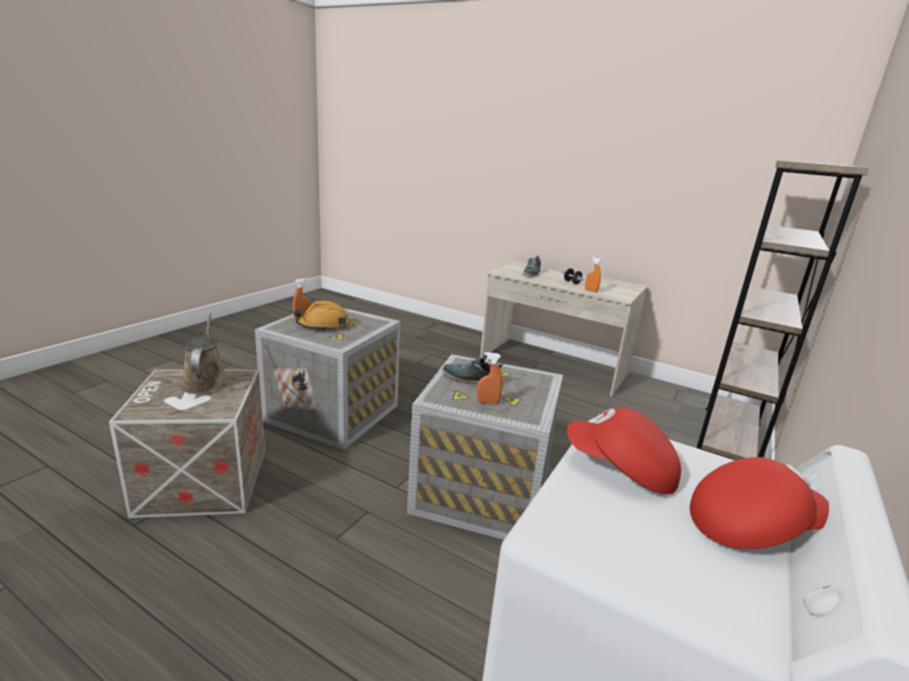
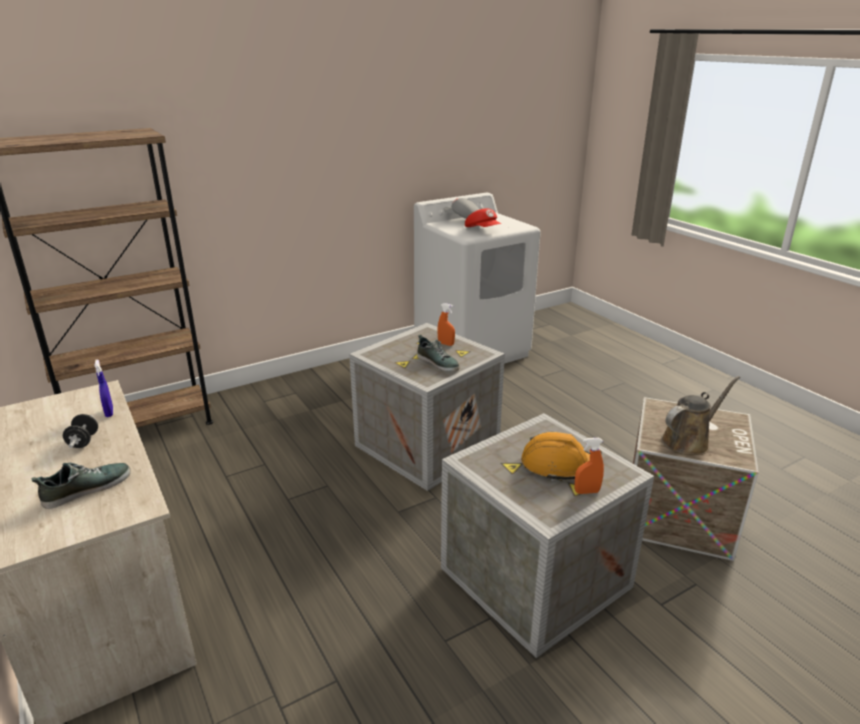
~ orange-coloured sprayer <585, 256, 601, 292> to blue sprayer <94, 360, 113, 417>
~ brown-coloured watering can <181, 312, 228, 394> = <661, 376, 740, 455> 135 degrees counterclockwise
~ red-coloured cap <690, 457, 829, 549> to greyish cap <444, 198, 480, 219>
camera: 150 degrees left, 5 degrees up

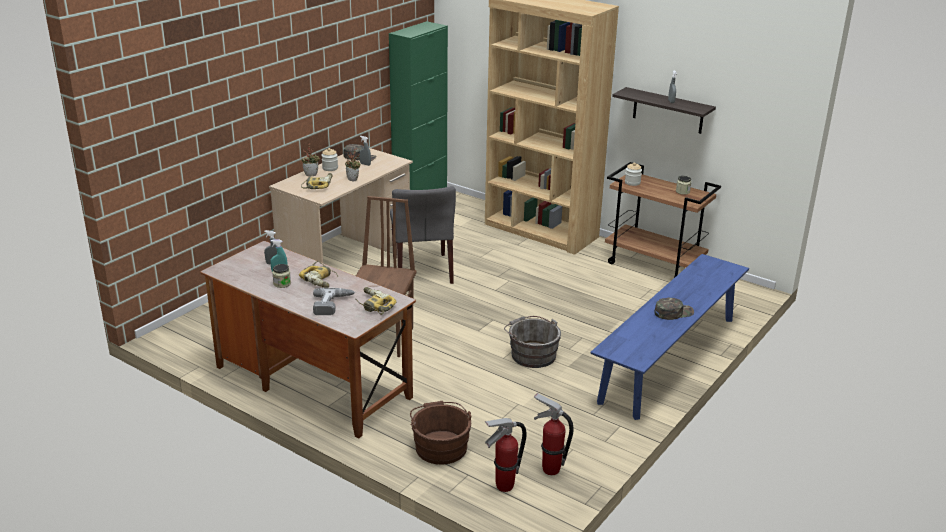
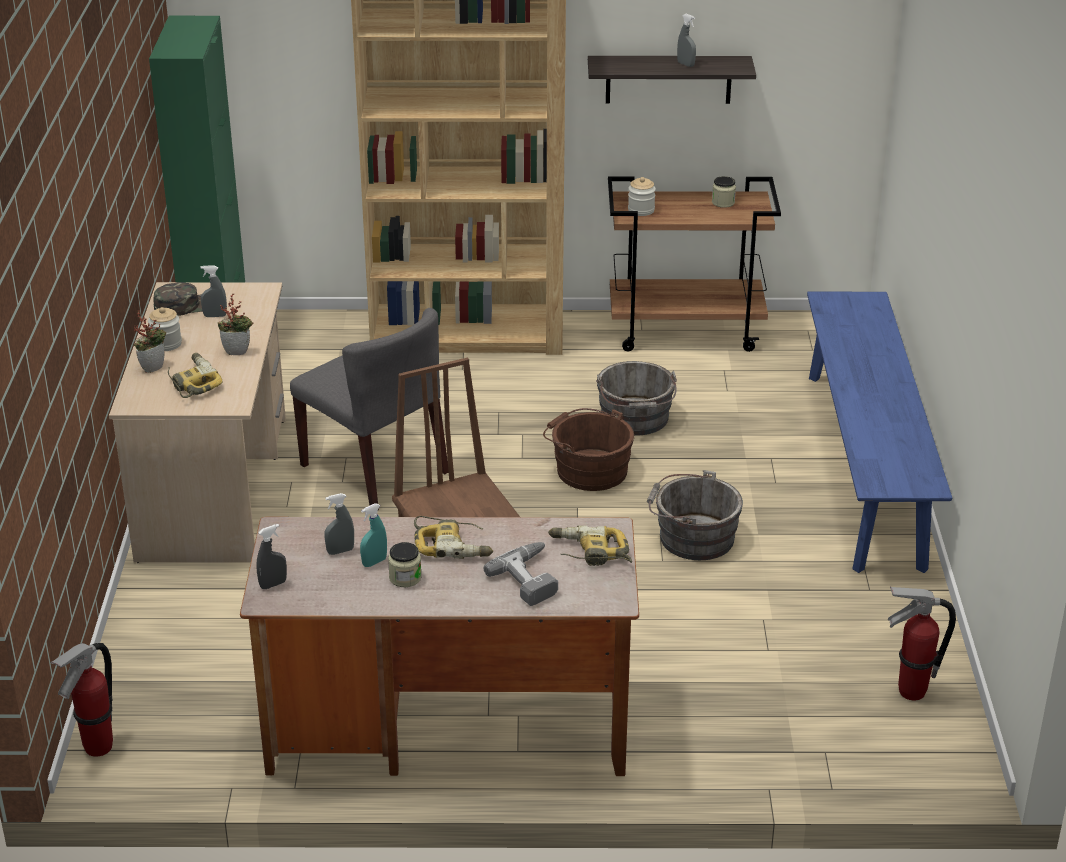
- green cap <655, 298, 694, 320>
~ brown-coloured water bucket <410, 401, 472, 465> to <543, 408, 634, 491>
~ fire extinguisher <484, 418, 527, 492> to <50, 643, 113, 757>
+ greyish water bucket <596, 361, 677, 435>
+ greyish sprayer <256, 524, 287, 589>
camera: 35 degrees left, 5 degrees up

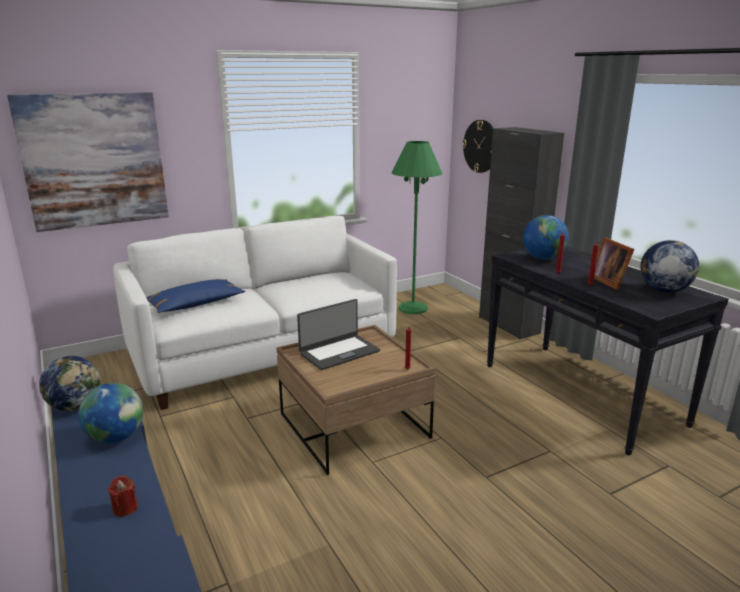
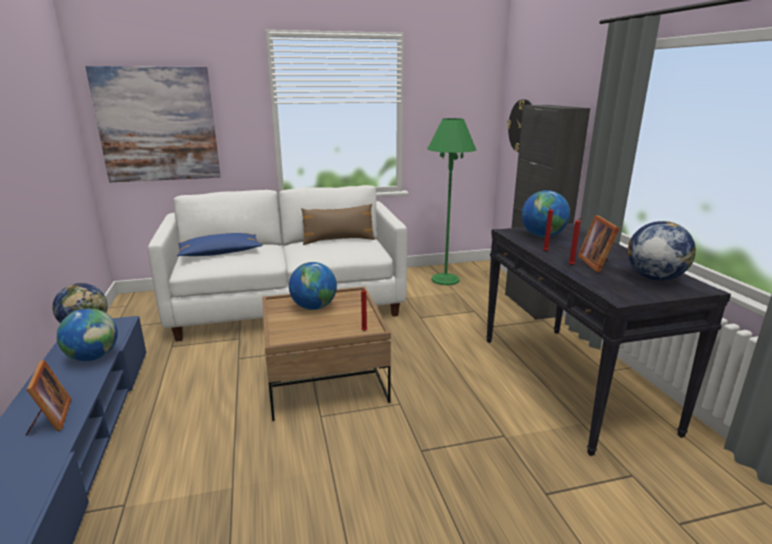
~ laptop <297, 299, 380, 370> to world globe <289, 262, 337, 310>
~ red-coloured wax candle <108, 475, 138, 517> to photo frame <25, 360, 71, 436>
+ brown-coloured pillow <301, 204, 375, 245>
camera: 15 degrees right, 0 degrees up

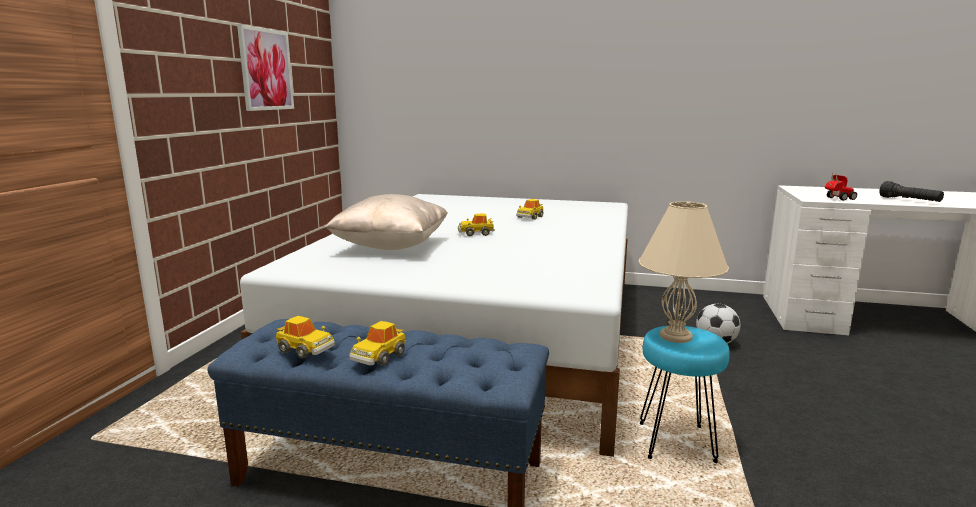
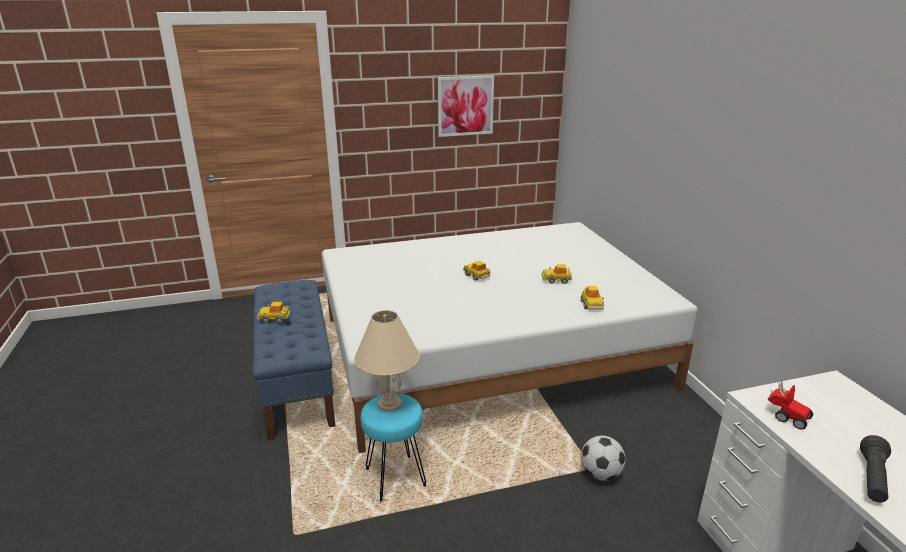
- beige-coloured pillow <324, 194, 448, 250>
~ miniature car <276, 316, 335, 358> to <581, 286, 604, 310>
camera: 60 degrees right, 10 degrees up

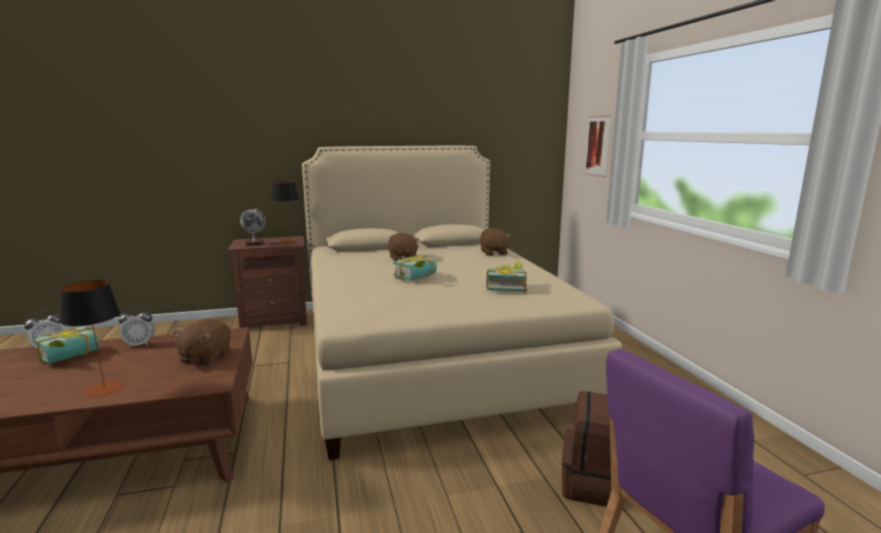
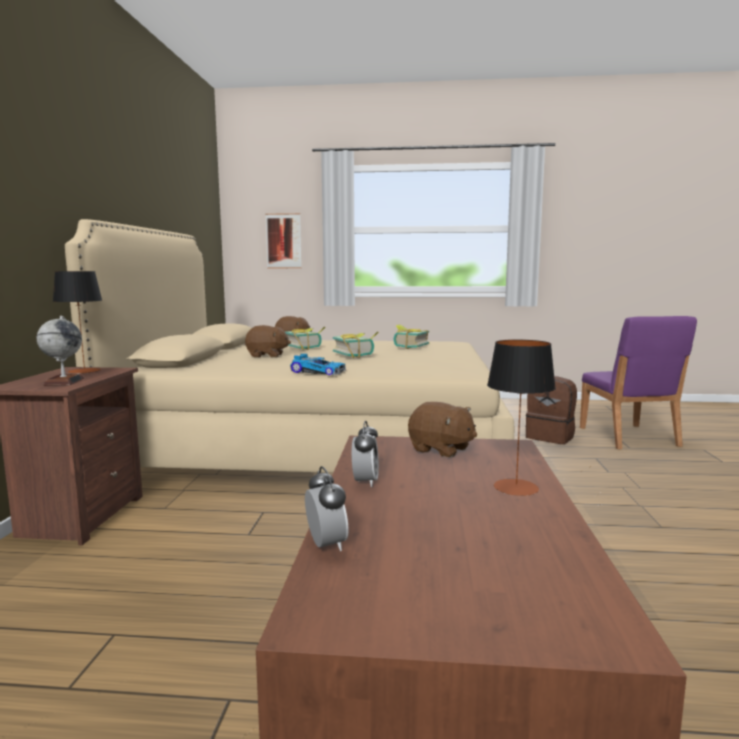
~ bound book <34, 326, 99, 364> to <285, 327, 325, 350>
+ miniature car <290, 354, 346, 375>
camera: 70 degrees left, 5 degrees down

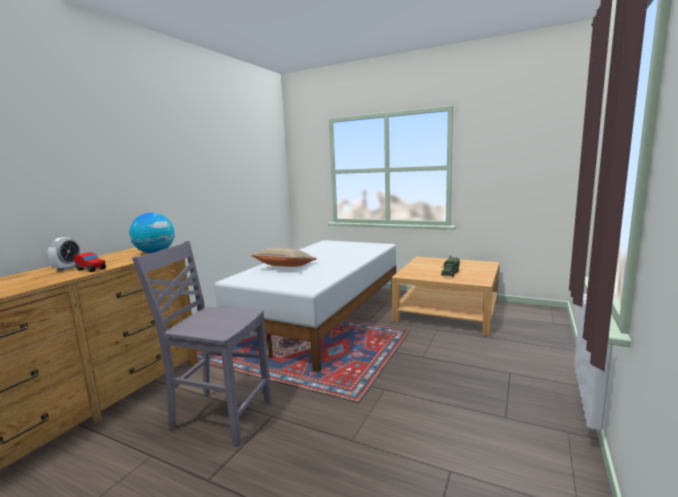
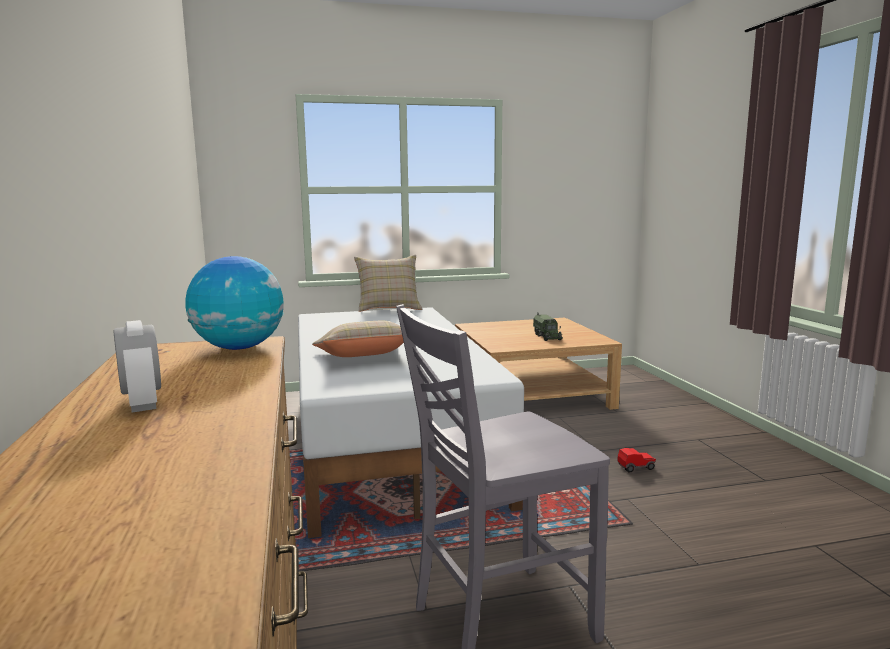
~ miniature car <74, 253, 106, 272> to <617, 448, 656, 473>
+ beige-coloured pillow <354, 255, 423, 312>
camera: 40 degrees left, 0 degrees up

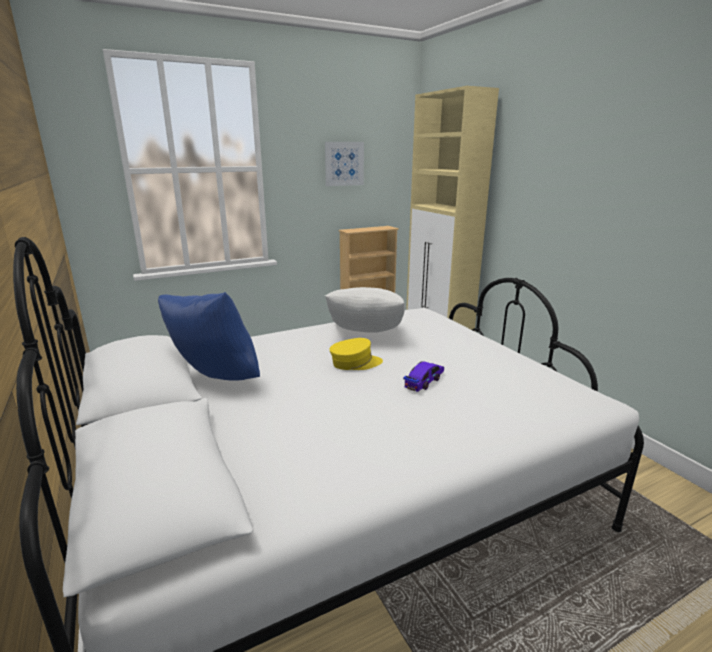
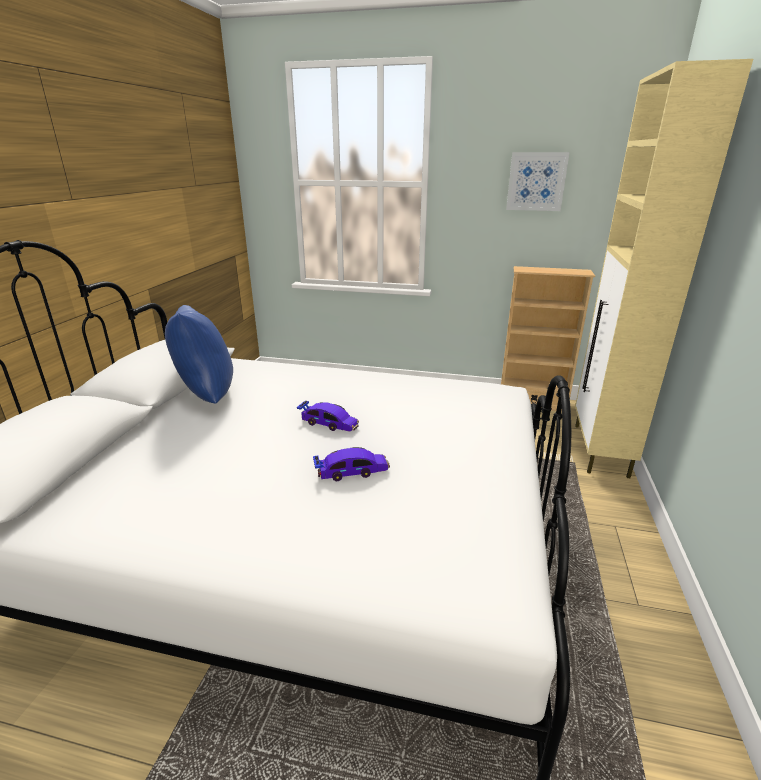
- whitish pillow <325, 287, 405, 333>
~ yellowish cap <329, 338, 383, 370> to miniature car <297, 401, 359, 432>
camera: 40 degrees right, 5 degrees up

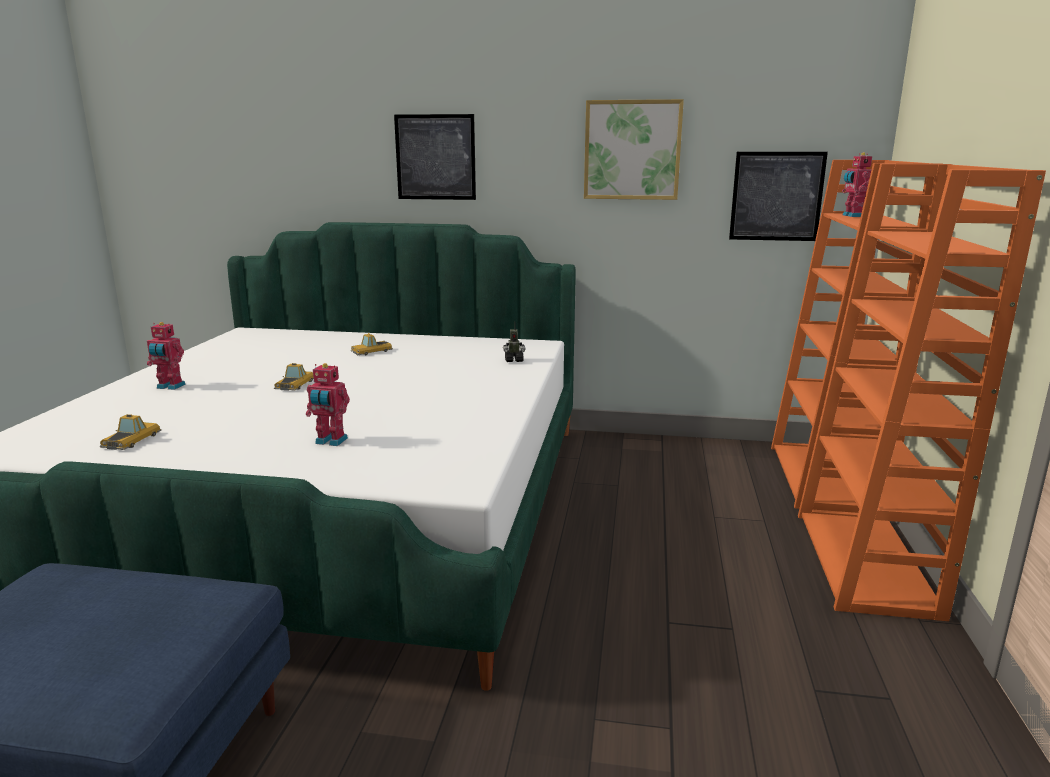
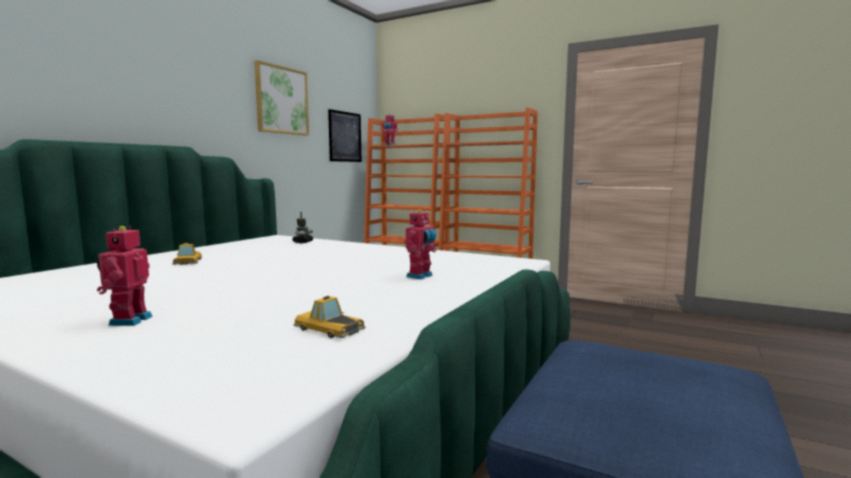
- wall art <394, 114, 476, 200>
~ model robot <147, 322, 186, 390> = <97, 226, 153, 326> 150 degrees clockwise
- miniature car <274, 363, 314, 391>
camera: 70 degrees left, 10 degrees down

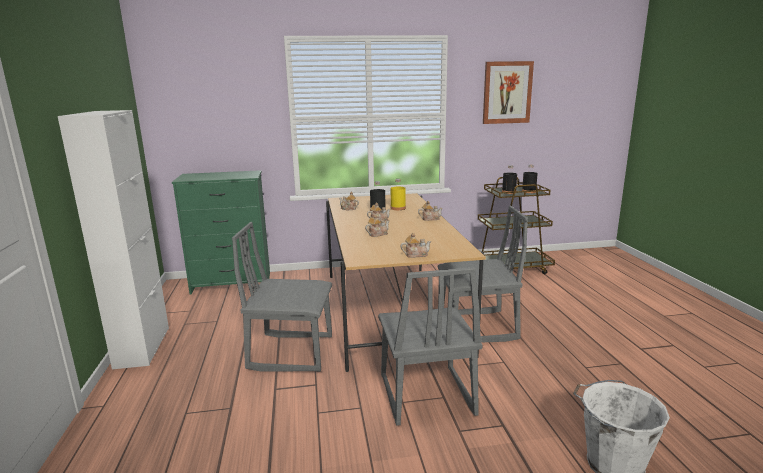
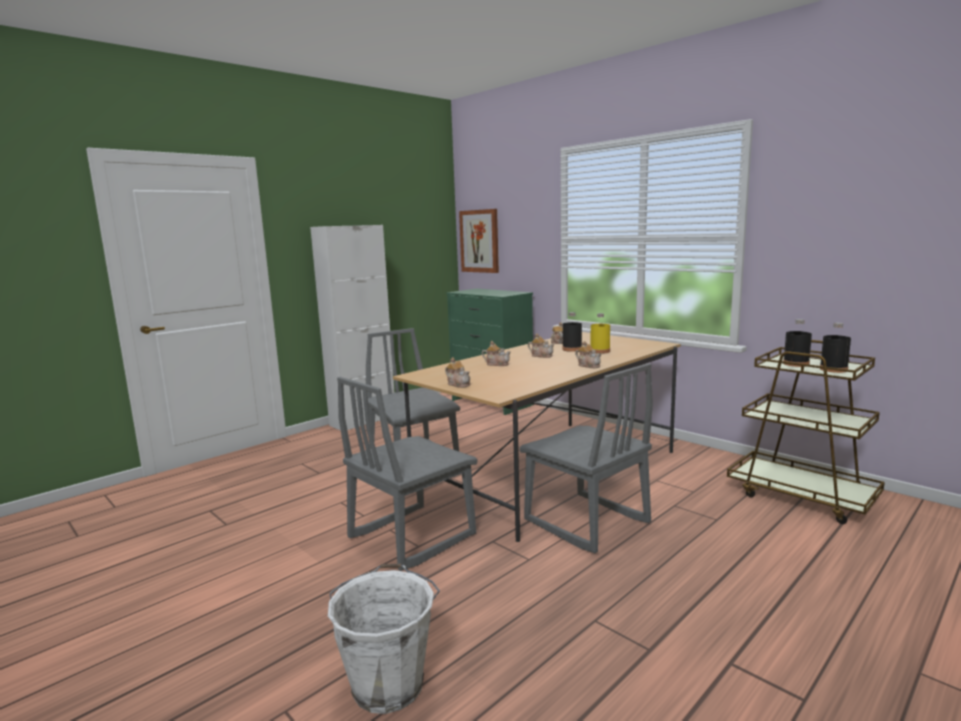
~ wall art <483, 61, 534, 124> to <459, 209, 499, 273>
camera: 55 degrees right, 5 degrees down

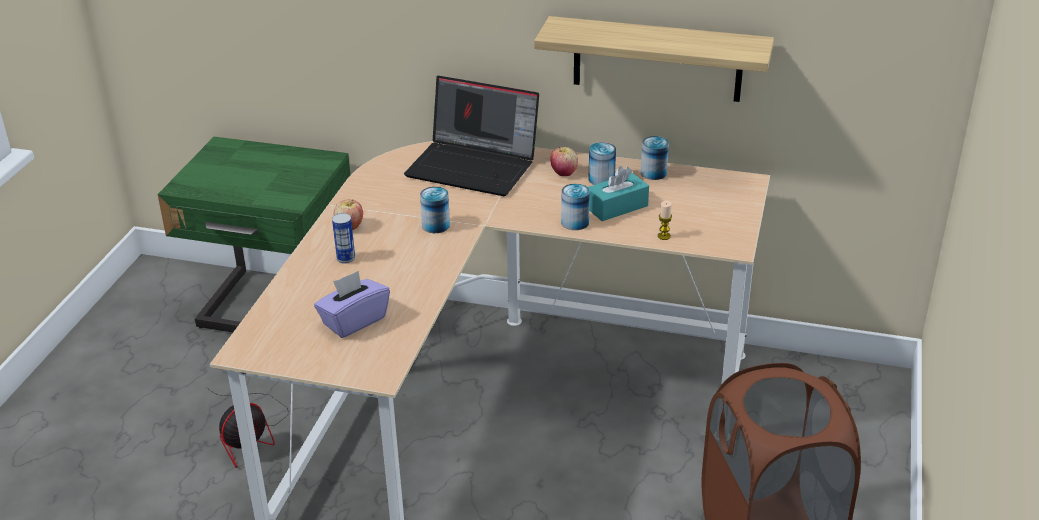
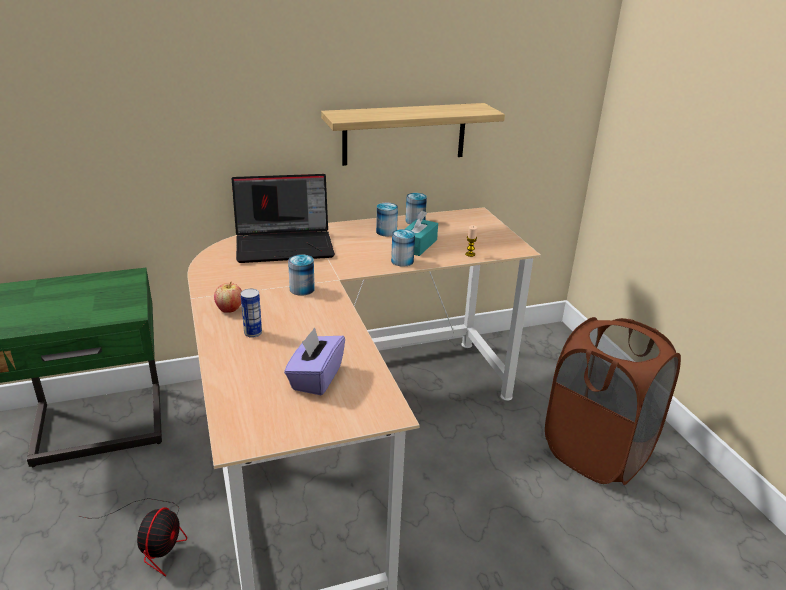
- whole apple <550, 146, 578, 176>
camera: 35 degrees left, 5 degrees down

